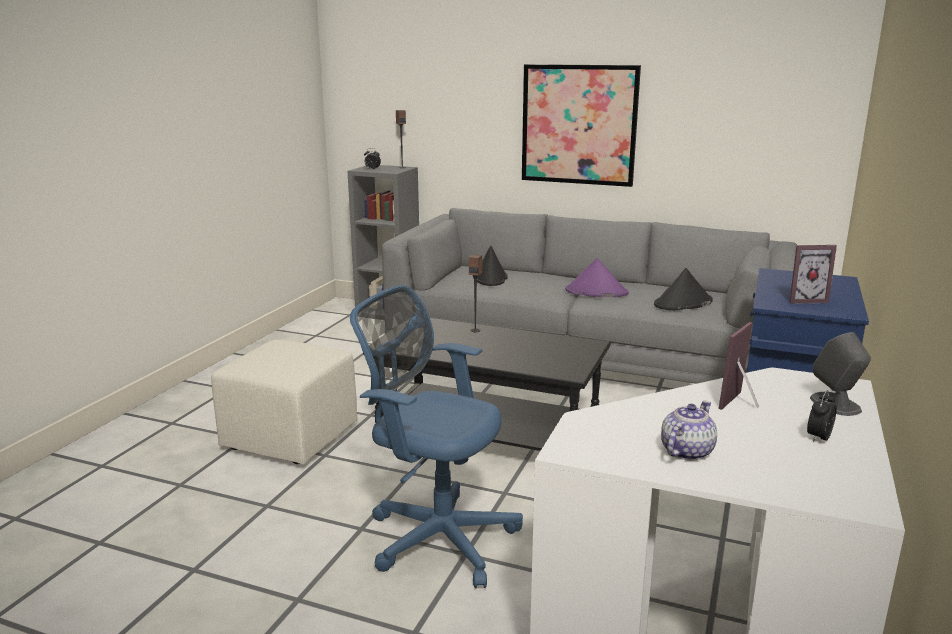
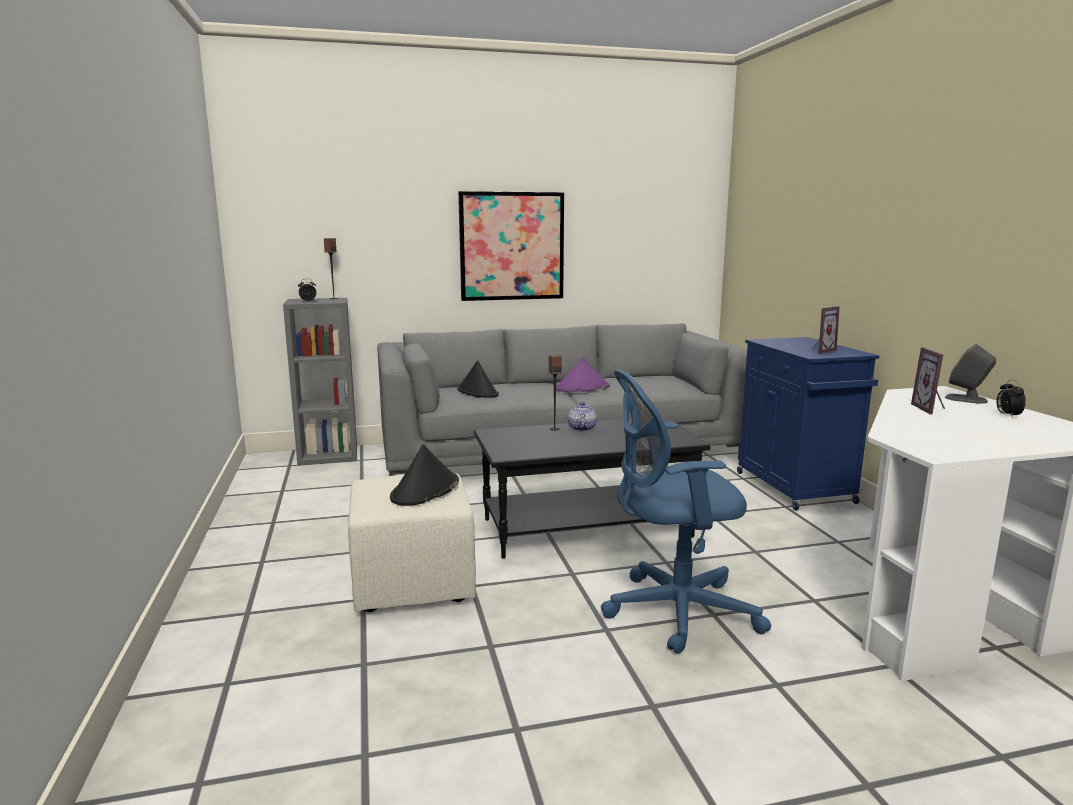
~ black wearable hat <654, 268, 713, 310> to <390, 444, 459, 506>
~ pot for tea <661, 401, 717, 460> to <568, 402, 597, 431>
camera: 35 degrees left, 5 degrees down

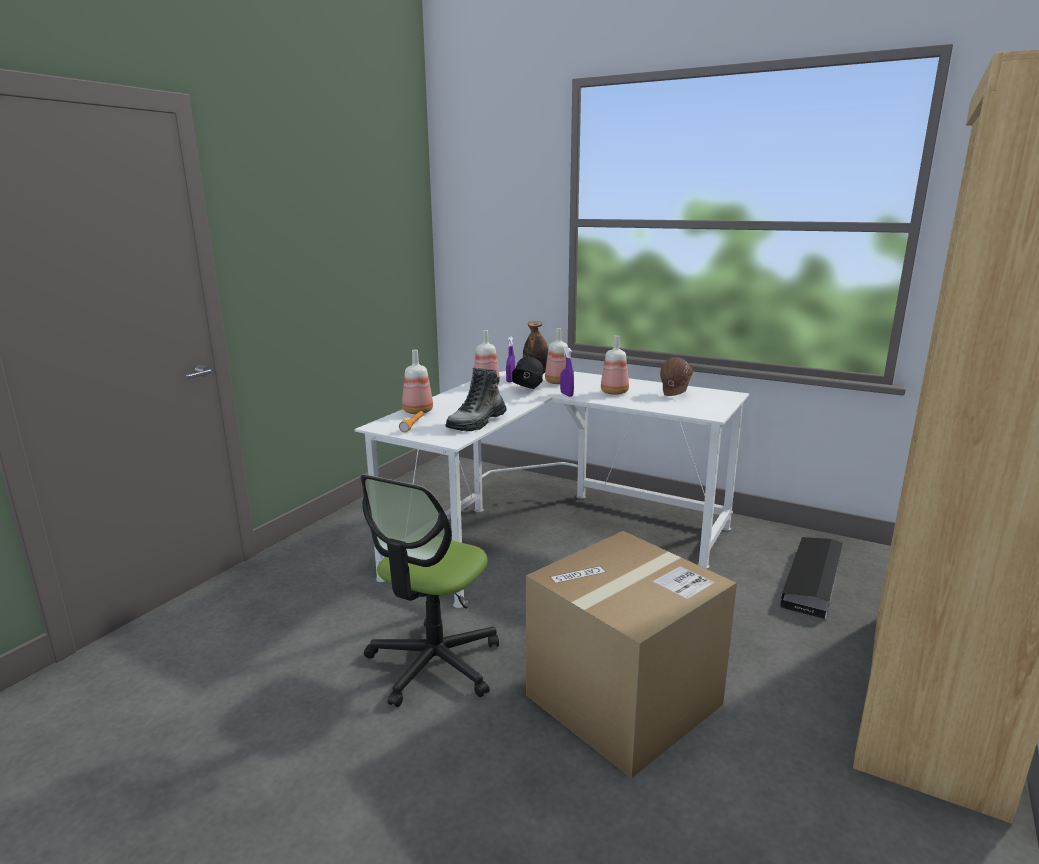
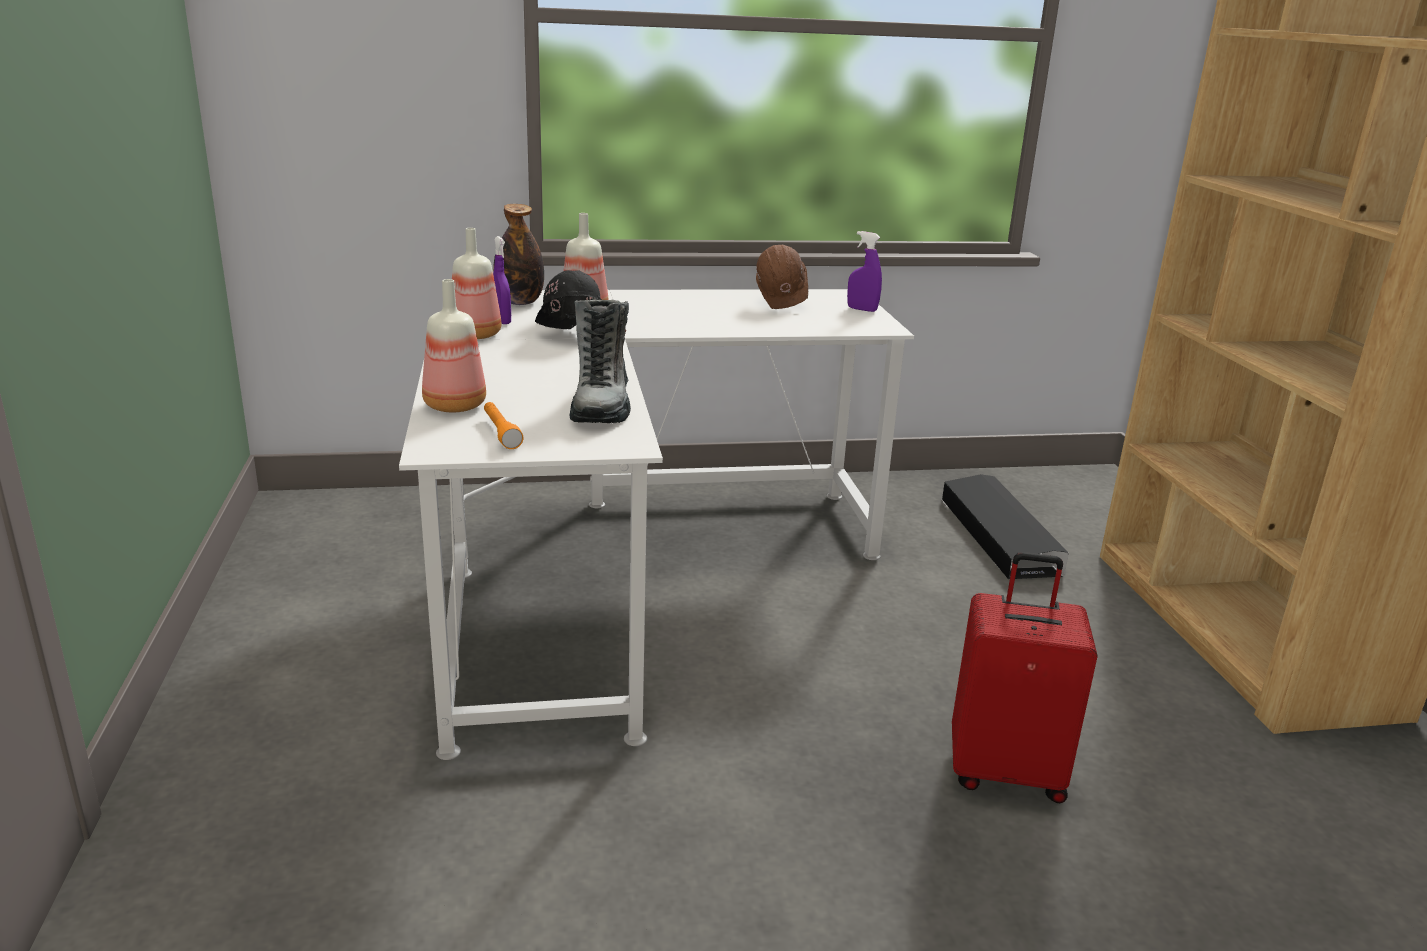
- bottle <601, 335, 629, 395>
~ purple-coloured sprayer <560, 346, 574, 397> to <847, 231, 882, 312>
- desk chair <361, 475, 499, 707>
~ carton <526, 531, 737, 779> to red-coloured travel case <952, 552, 1098, 803>
camera: 40 degrees left, 5 degrees up

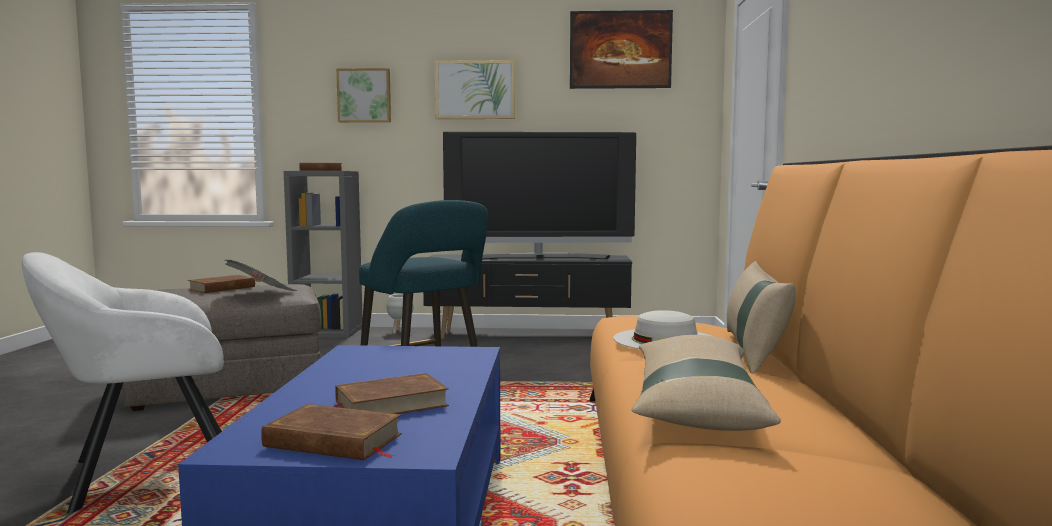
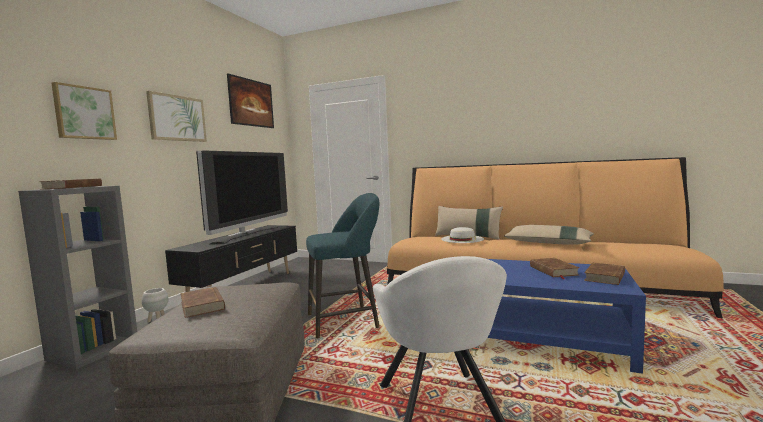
- printed paper <225, 260, 297, 291>
camera: 70 degrees left, 0 degrees up

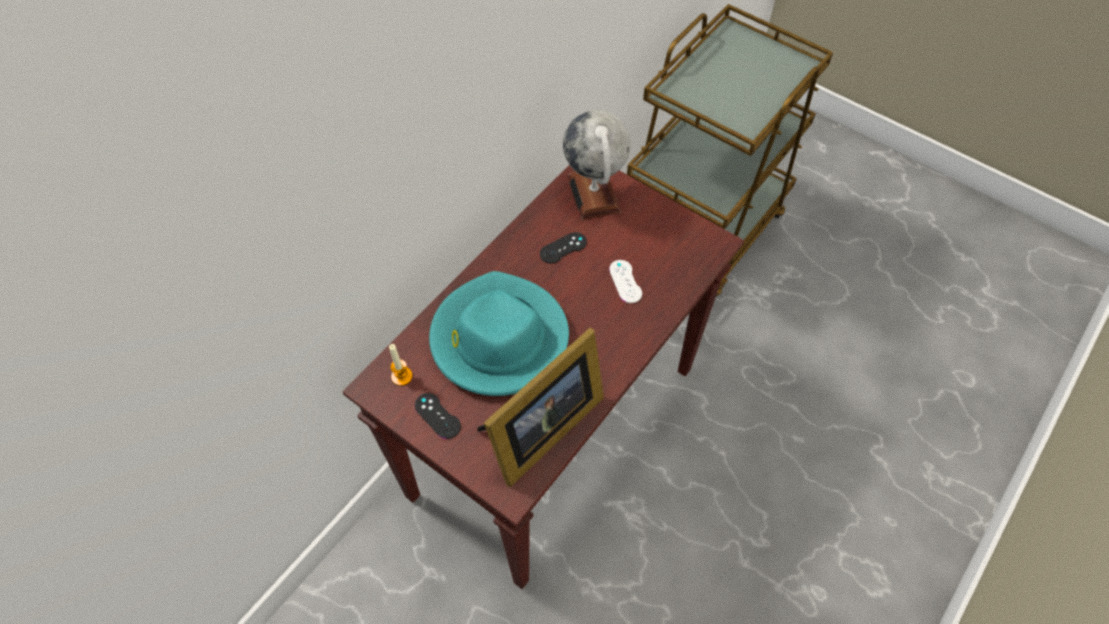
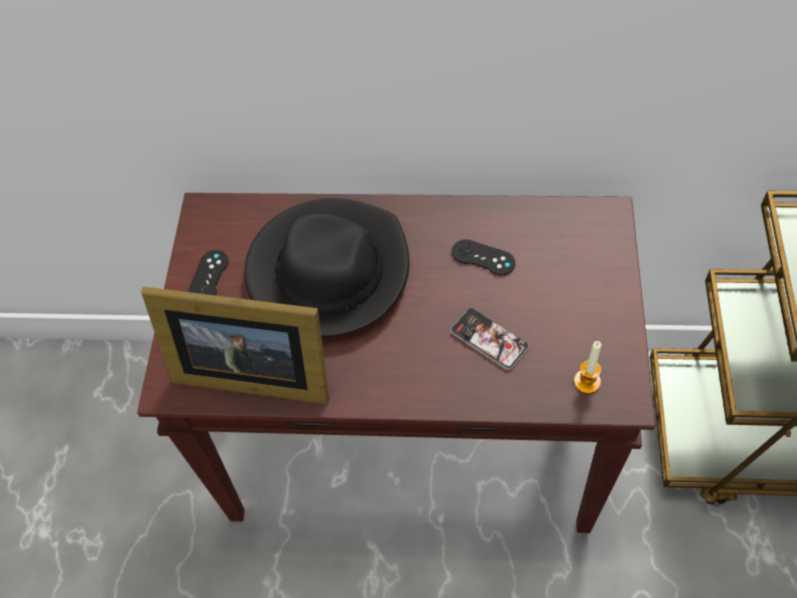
- world globe <563, 110, 631, 220>
~ whitish joypad <609, 260, 642, 303> to telephone <451, 308, 529, 370>
~ turquoise-coloured wearable hat <429, 271, 569, 396> to black wearable hat <244, 198, 410, 338>
~ wax candle <389, 344, 413, 386> to <574, 341, 601, 394>
camera: 60 degrees right, 0 degrees up

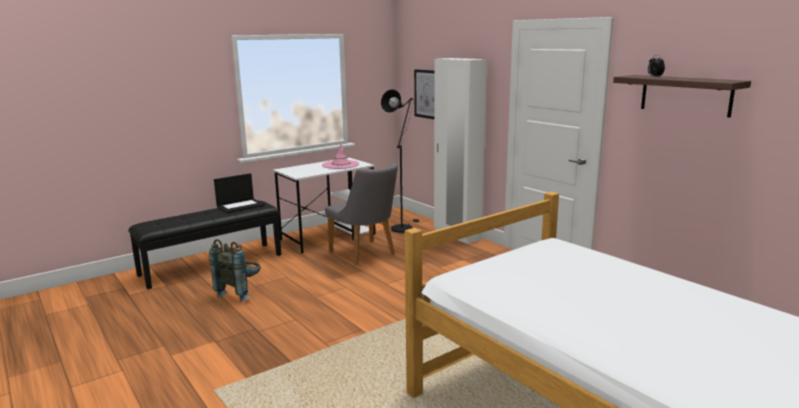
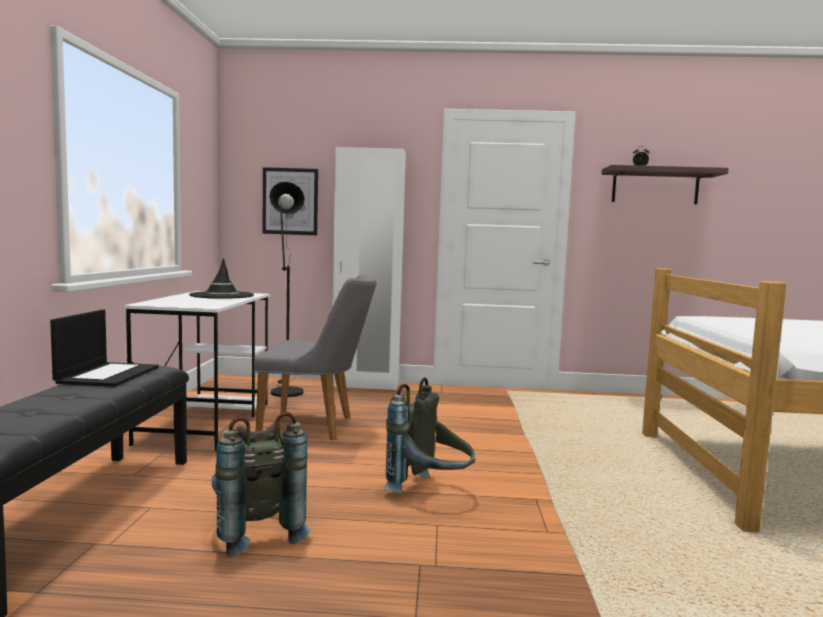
~ pinkish wearable hat <322, 143, 359, 169> to black wearable hat <189, 258, 254, 299>
+ greyish rucksack <383, 377, 475, 494>
camera: 50 degrees left, 10 degrees down

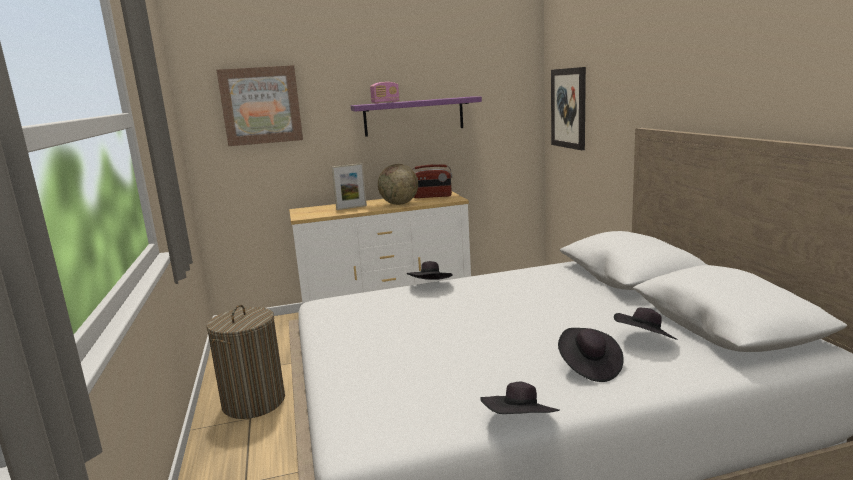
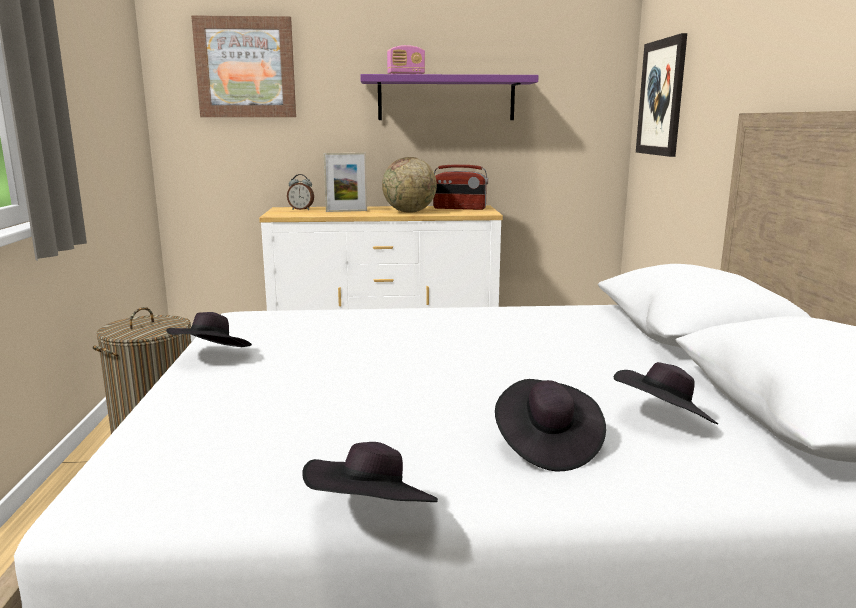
~ black wearable hat <407, 261, 452, 280> to <166, 312, 252, 347>
+ bedside clock <287, 174, 314, 210>
camera: 10 degrees right, 0 degrees up

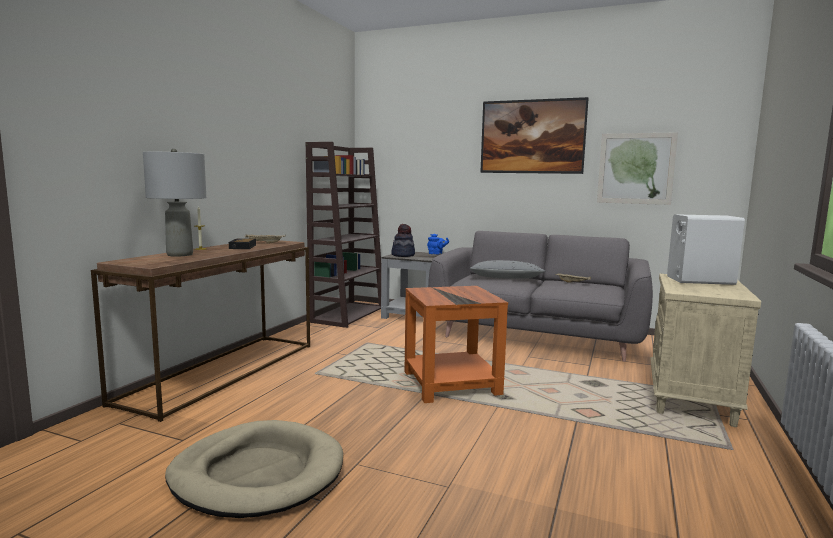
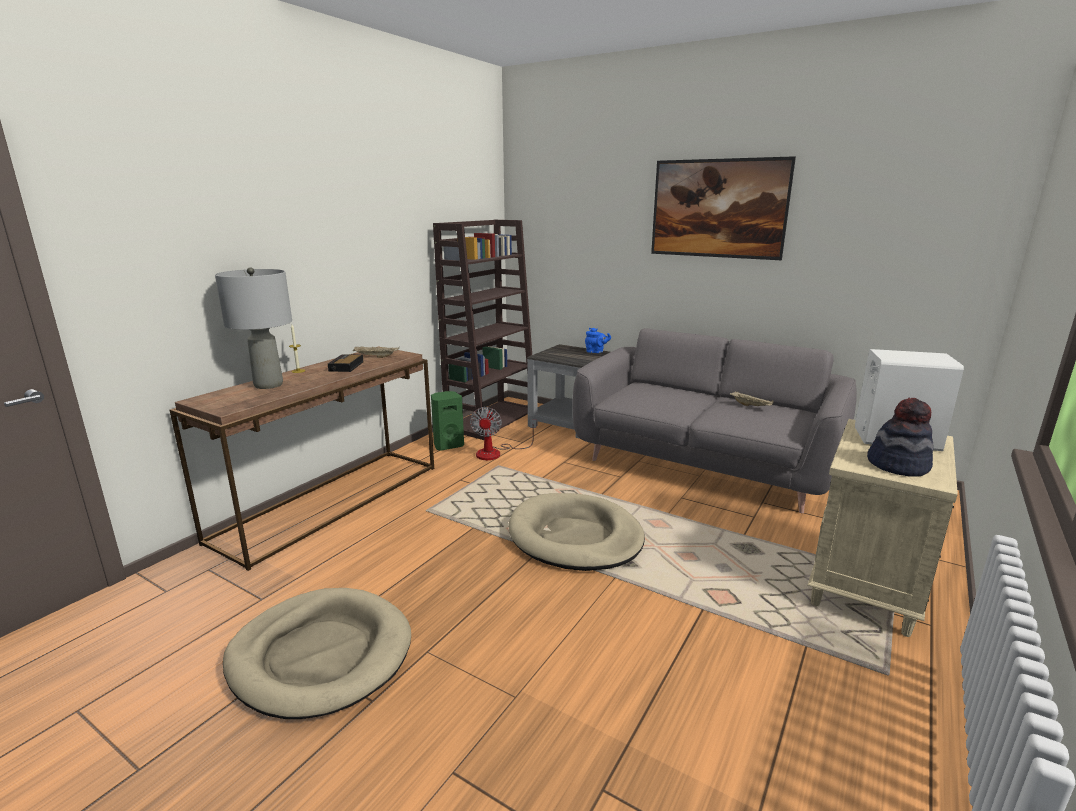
- wall art <597, 132, 678, 205>
~ wearable hat <391, 224, 415, 257> to <867, 398, 933, 477>
- greyish pillow <470, 260, 545, 279>
~ orange-coloured accent table <404, 286, 508, 403> to beige-coloured pet bed <508, 493, 645, 571>
+ green speaker <431, 391, 464, 451>
+ electric fan <470, 407, 536, 460>
camera: 10 degrees right, 10 degrees up

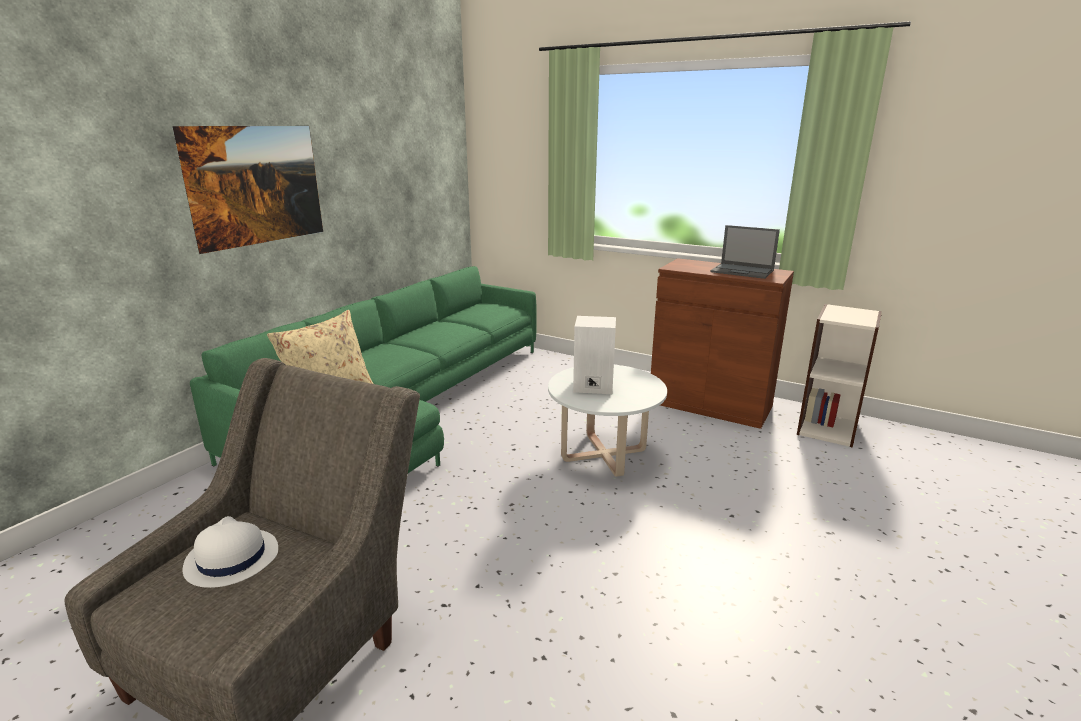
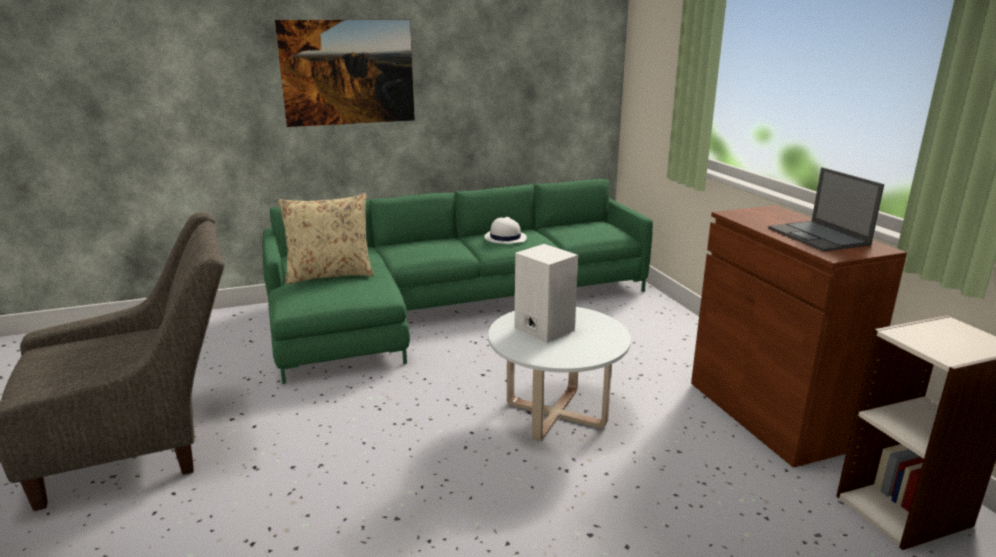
~ whitish wearable hat <183, 516, 278, 588> to <484, 217, 527, 244>
camera: 40 degrees right, 0 degrees up

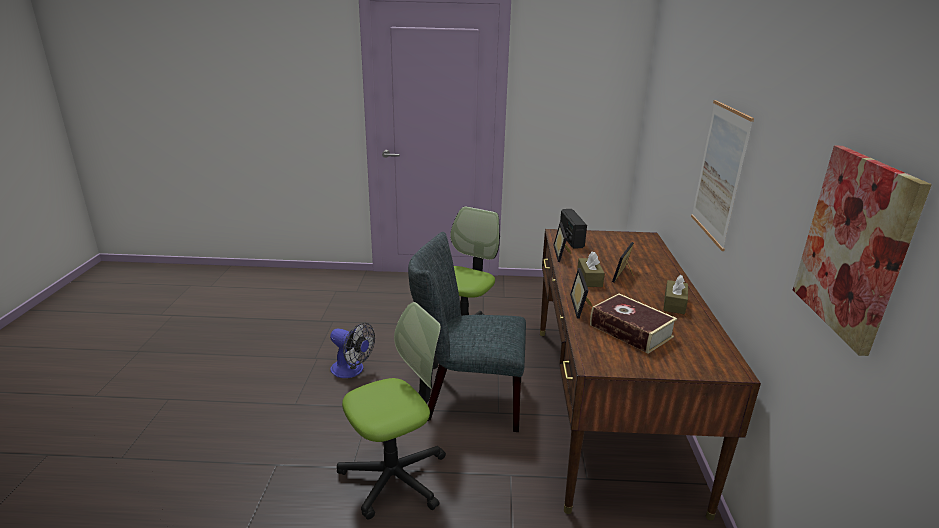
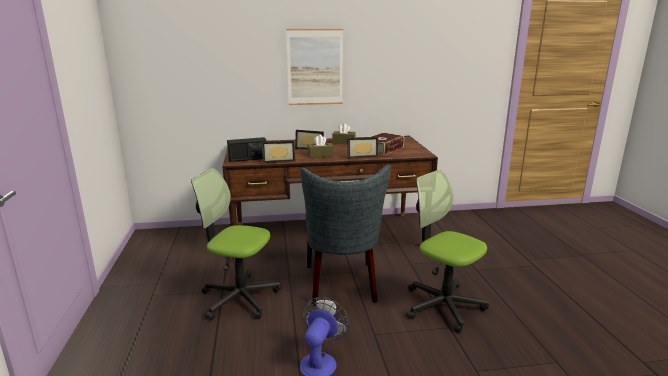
- wall art <793, 145, 932, 356>
camera: 100 degrees left, 5 degrees down

